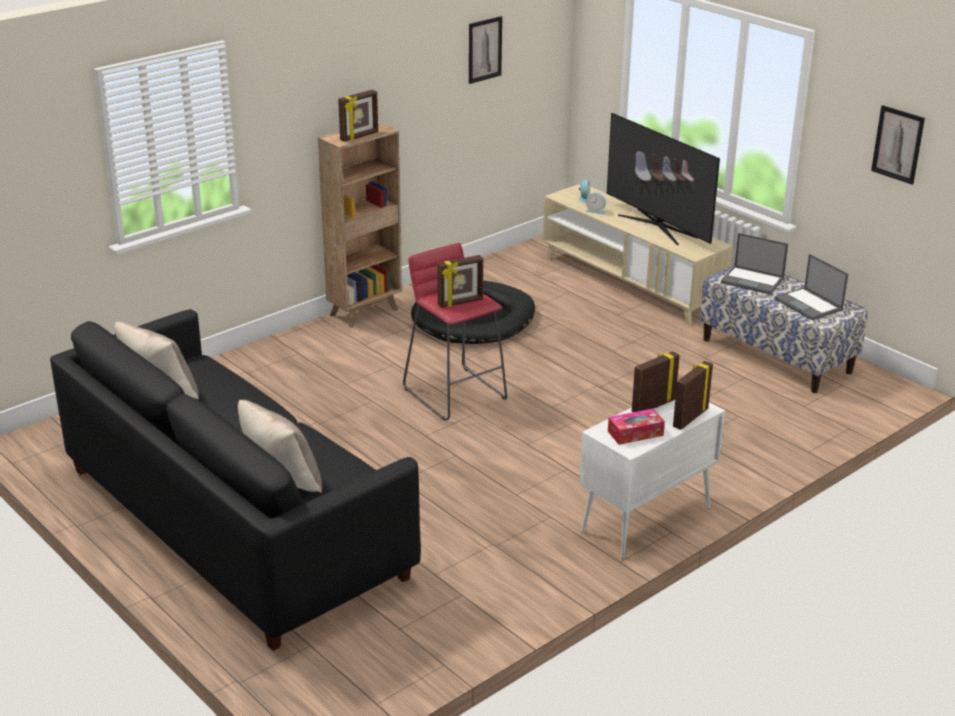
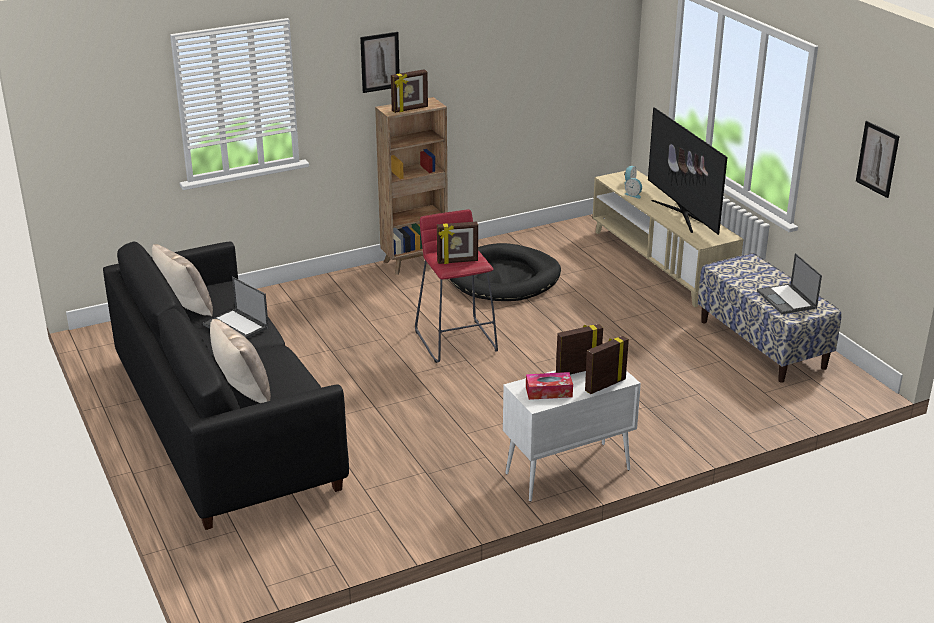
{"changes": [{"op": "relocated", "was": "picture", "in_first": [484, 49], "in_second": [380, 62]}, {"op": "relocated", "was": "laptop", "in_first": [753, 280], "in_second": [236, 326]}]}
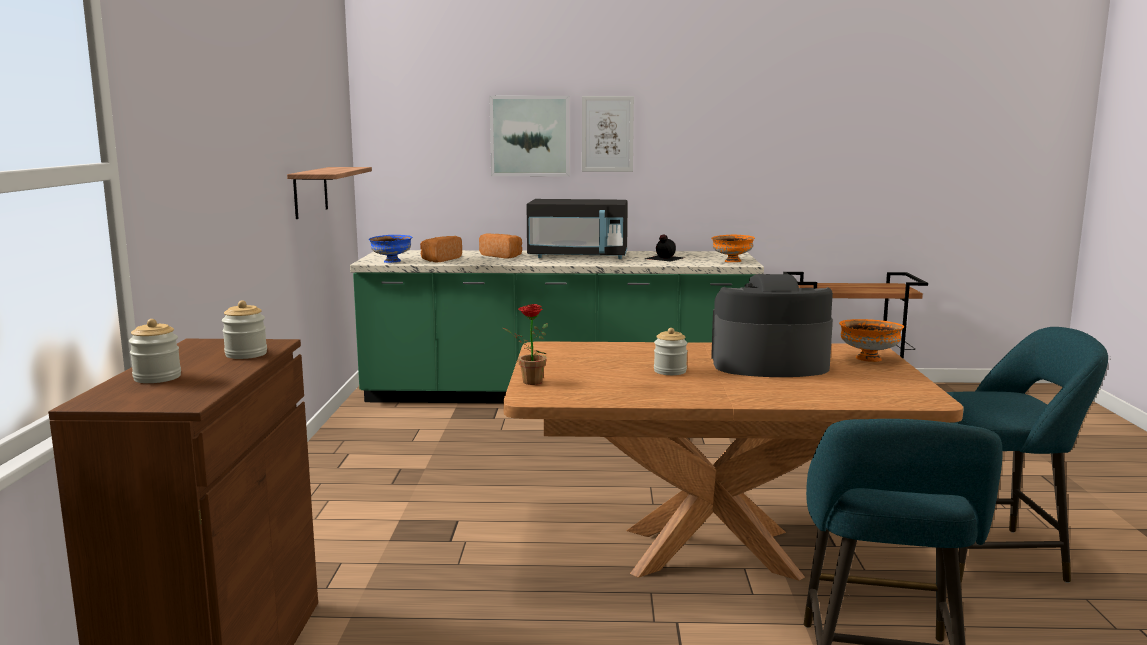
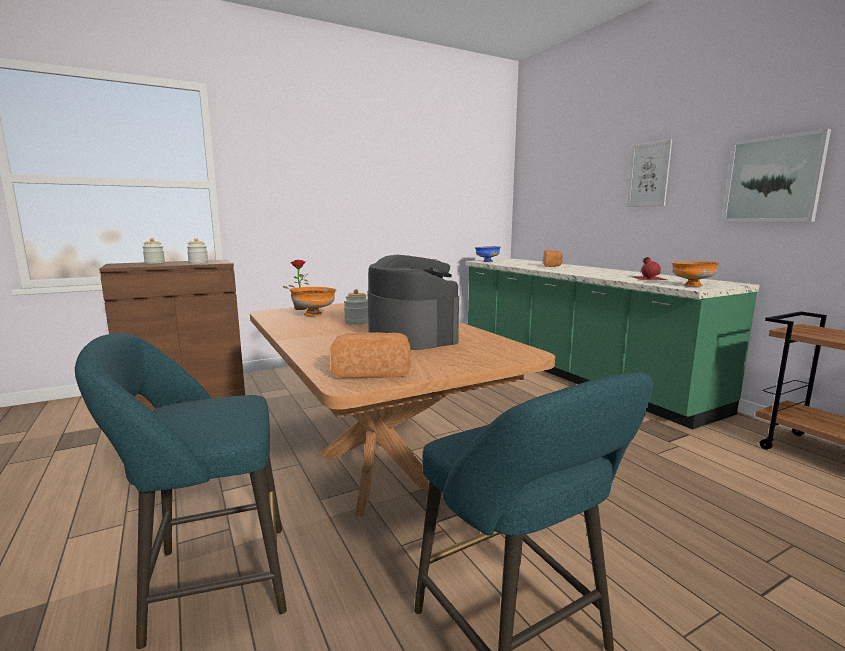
{"changes": [{"op": "missing", "was": "shelf", "in_first": [310, 192]}, {"op": "relocated", "was": "bread", "in_first": [440, 259], "in_second": [372, 371]}, {"op": "relocated", "was": "picture", "in_first": [530, 136], "in_second": [773, 179]}, {"op": "missing", "was": "black_microwave", "in_first": [578, 257]}, {"op": "colour", "was": "black_bottle", "now": "red_bottle", "in_first": [664, 258], "in_second": [647, 278]}, {"op": "relocated", "was": "orange_bowl", "in_first": [868, 359], "in_second": [314, 314]}]}
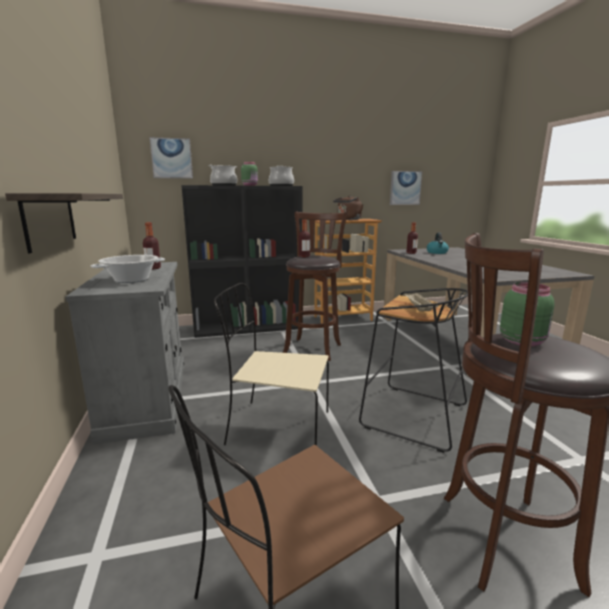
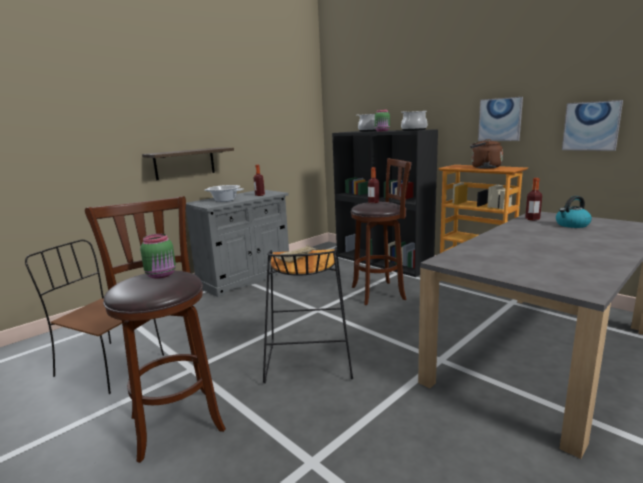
{"changes": [{"op": "relocated", "was": "picture", "in_first": [171, 158], "in_second": [500, 119]}, {"op": "missing", "was": "beige_chair", "in_first": [276, 428]}]}
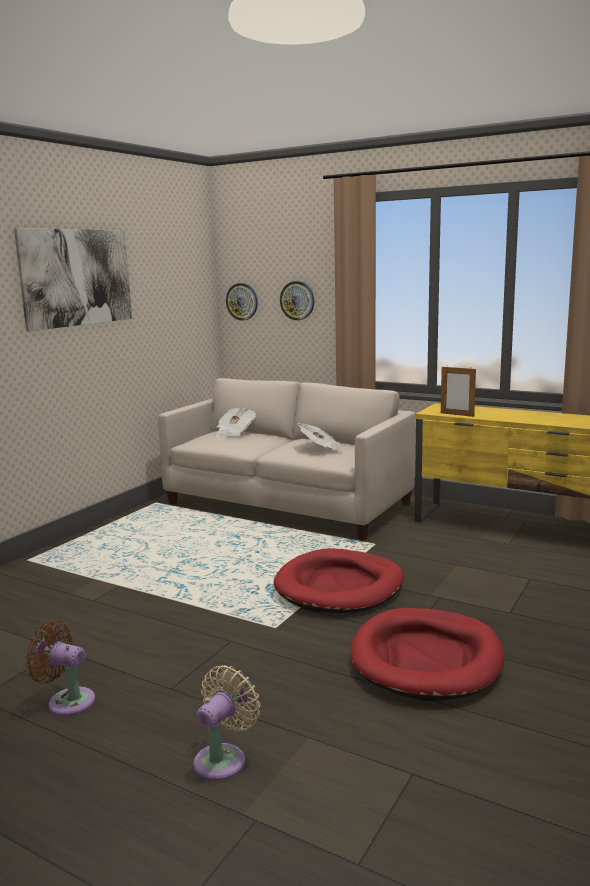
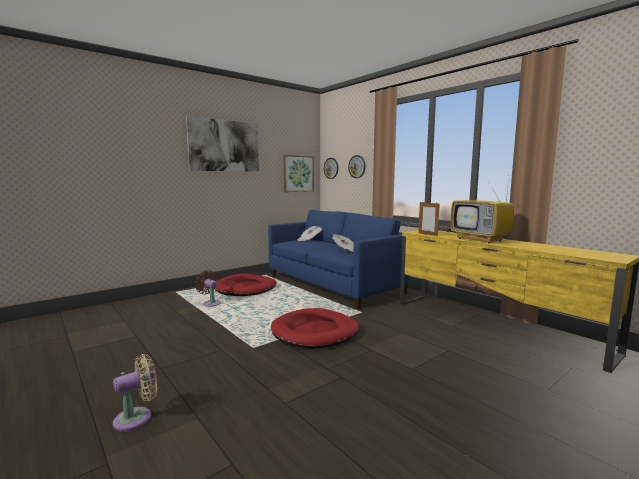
{"changes": [{"op": "relocated", "was": "brown_fan", "in_first": [67, 701], "in_second": [210, 303]}, {"op": "colour", "was": "beige_sofa", "now": "blue_sofa", "in_first": [287, 503], "in_second": [333, 284]}, {"op": "relocated", "was": "red_dog_bed", "in_first": [426, 659], "in_second": [245, 288]}, {"op": "appeared", "now": "picture", "in_second": [298, 173]}, {"op": "appeared", "now": "television", "in_second": [481, 240]}]}
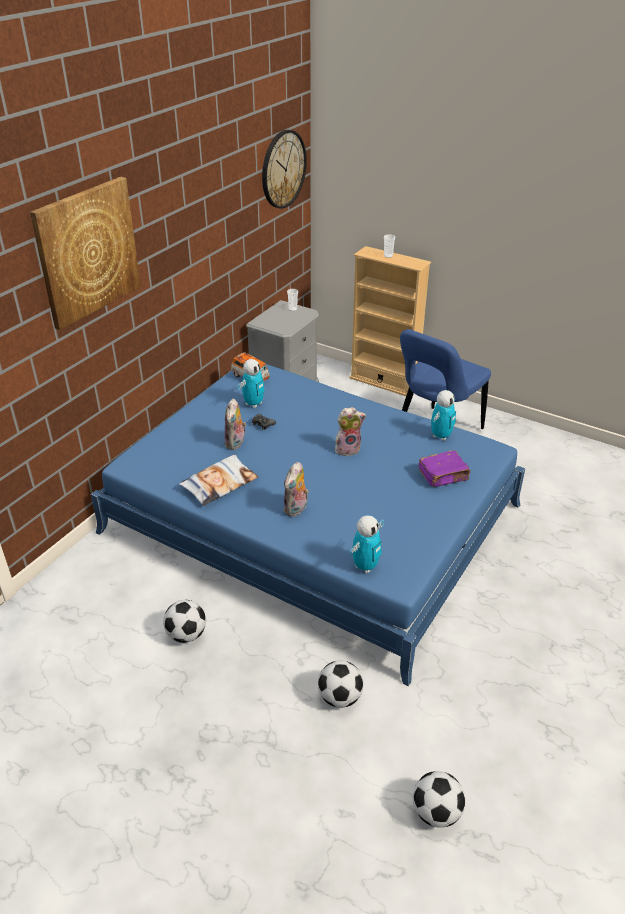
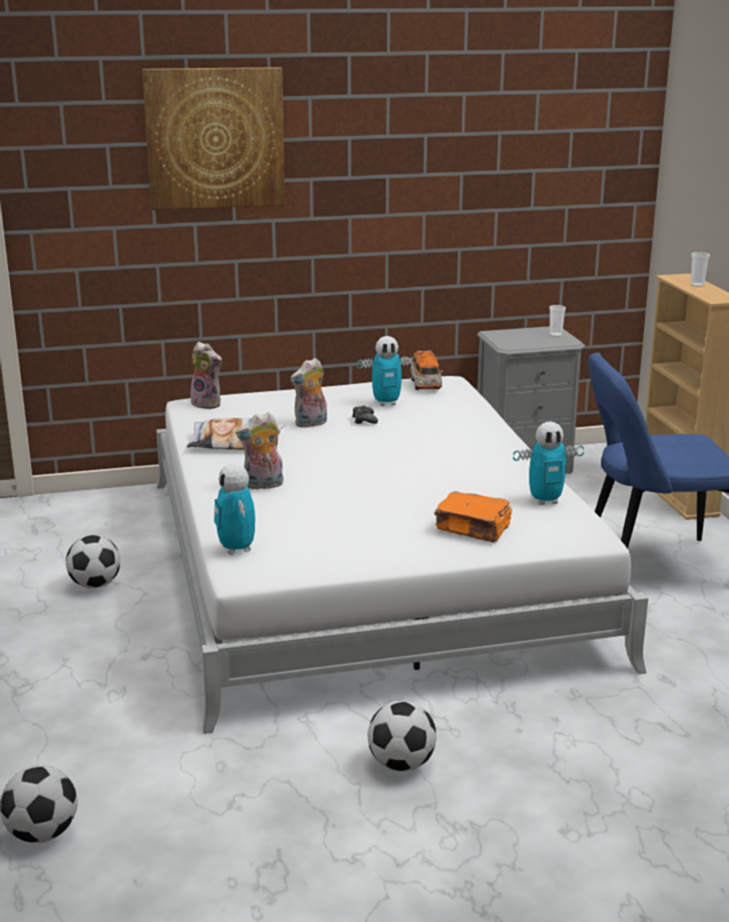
{"changes": [{"op": "colour", "was": "blue_bed", "now": "white_bed", "in_first": [312, 519], "in_second": [364, 566]}, {"op": "missing", "was": "wall_clock", "in_first": [283, 169]}, {"op": "relocated", "was": "football", "in_first": [339, 697], "in_second": [401, 764]}, {"op": "relocated", "was": "plush_toy", "in_first": [348, 449], "in_second": [208, 404]}, {"op": "spun", "was": "toy_robot", "in_first": [365, 566], "in_second": [236, 549], "clockwise": 75}, {"op": "colour", "was": "purple_book", "now": "orange_book", "in_first": [443, 476], "in_second": [473, 529]}]}
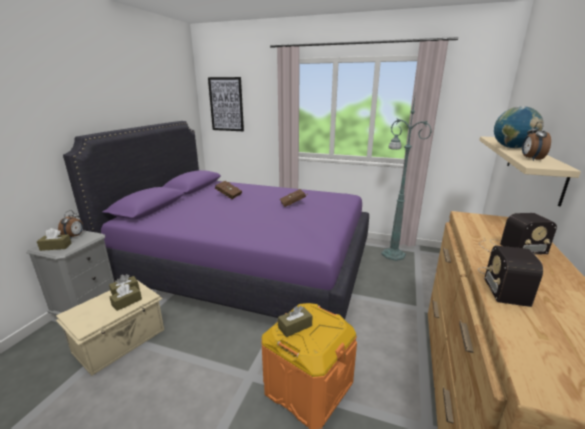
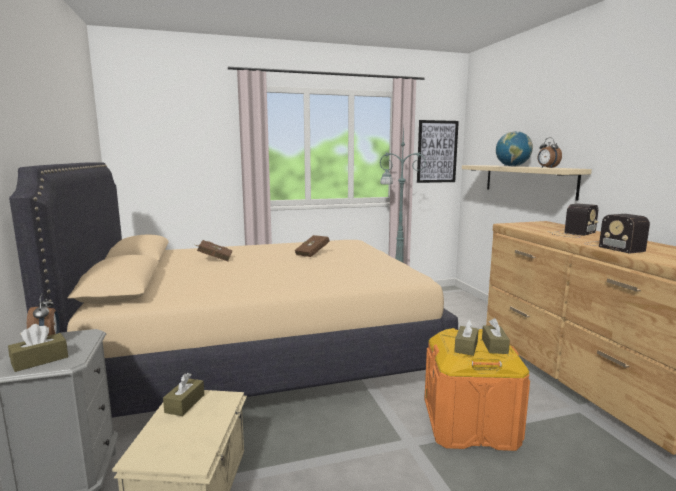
{"changes": [{"op": "colour", "was": "purple_bed", "now": "beige_bed", "in_first": [247, 267], "in_second": [261, 354]}, {"op": "relocated", "was": "brown_tissue_box", "in_first": [127, 302], "in_second": [494, 346]}, {"op": "relocated", "was": "picture", "in_first": [226, 104], "in_second": [437, 151]}]}
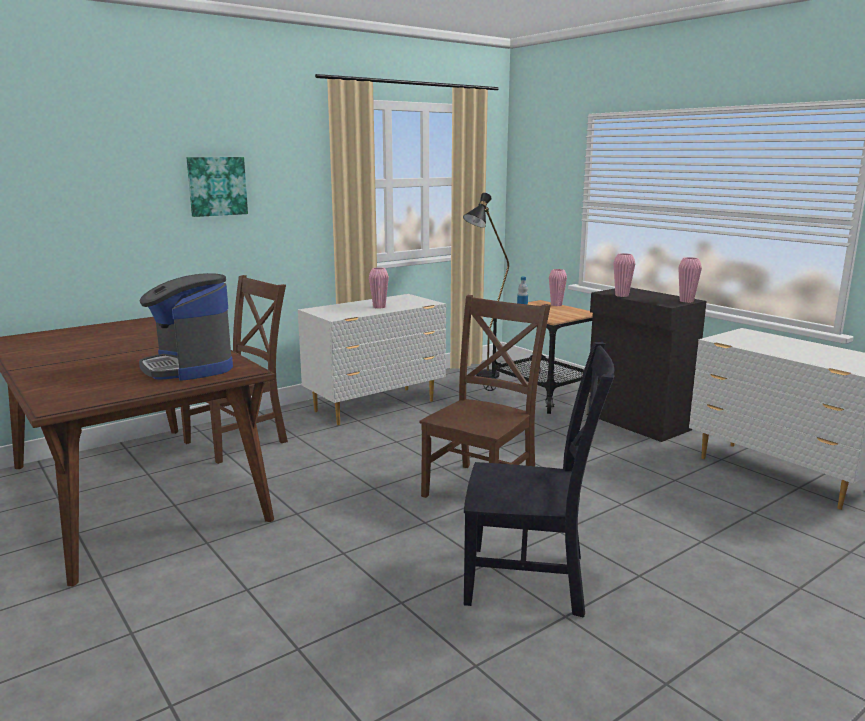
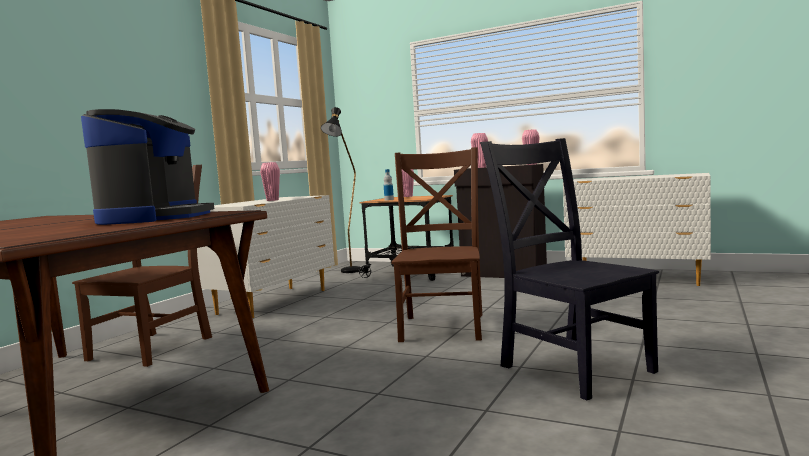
{"changes": [{"op": "spun", "was": "coffee_machine", "in_first": [189, 367], "in_second": [155, 218], "clockwise": -120}, {"op": "missing", "was": "picture", "in_first": [217, 186]}, {"op": "spun", "was": "black_chair", "in_first": [531, 580], "in_second": [572, 366], "clockwise": -105}]}
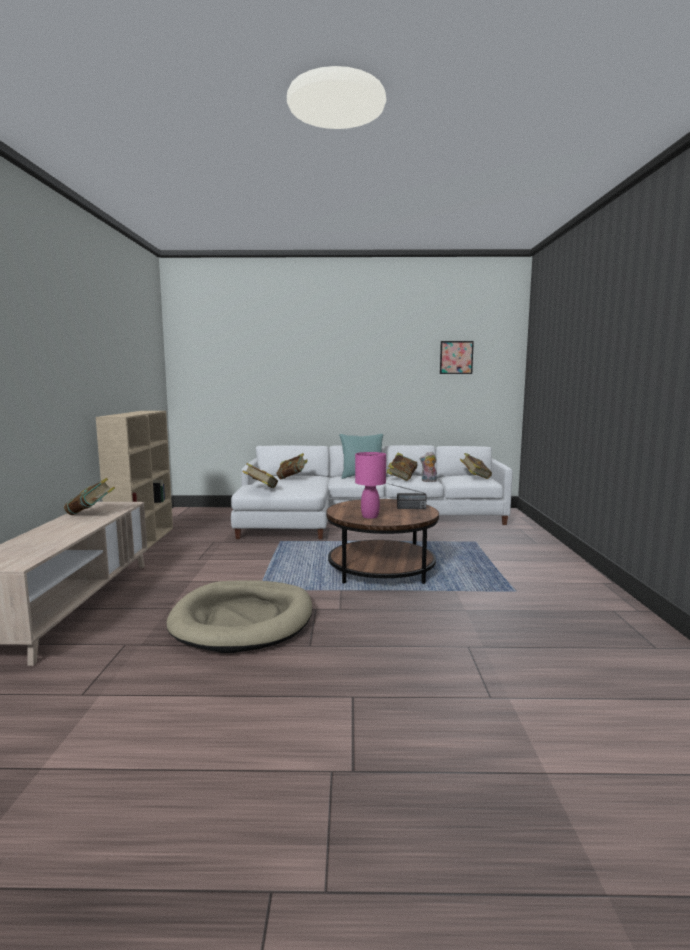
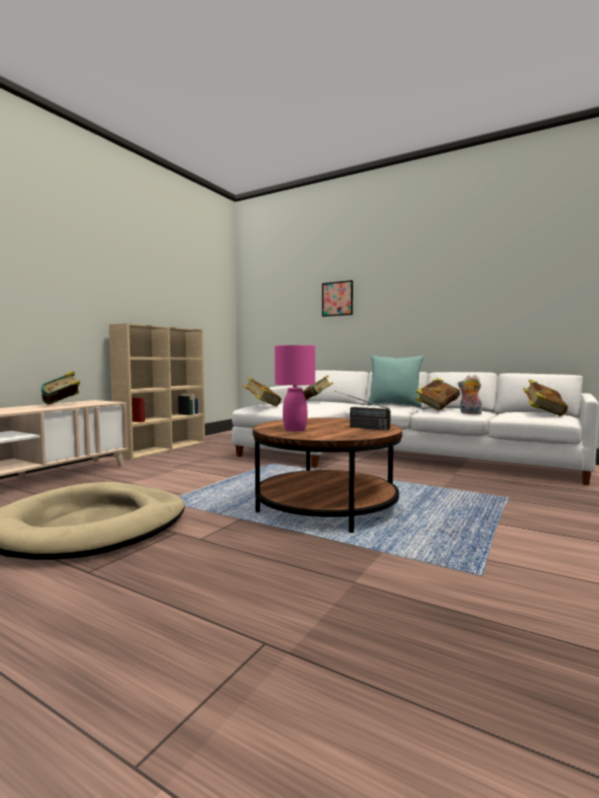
{"changes": [{"op": "relocated", "was": "picture", "in_first": [456, 357], "in_second": [337, 298]}]}
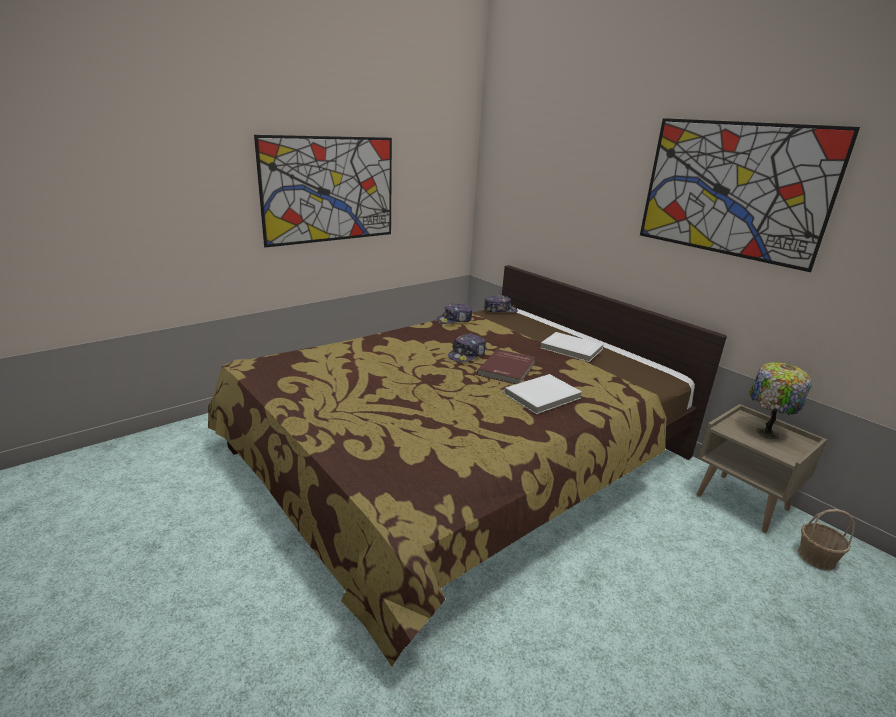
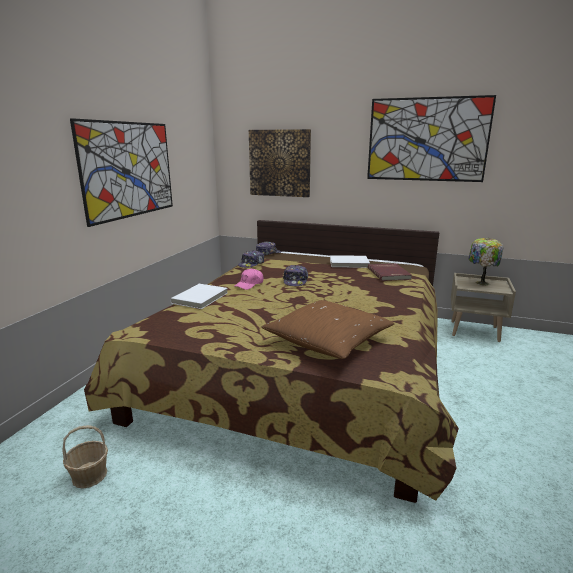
{"changes": [{"op": "relocated", "was": "red_book", "in_first": [508, 369], "in_second": [389, 274]}, {"op": "relocated", "was": "white_book", "in_first": [543, 396], "in_second": [201, 298]}, {"op": "relocated", "was": "basket", "in_first": [816, 557], "in_second": [89, 475]}, {"op": "appeared", "now": "pink_cap", "in_second": [249, 284]}, {"op": "appeared", "now": "picture", "in_second": [280, 163]}, {"op": "appeared", "now": "brown_pillow", "in_second": [328, 340]}]}
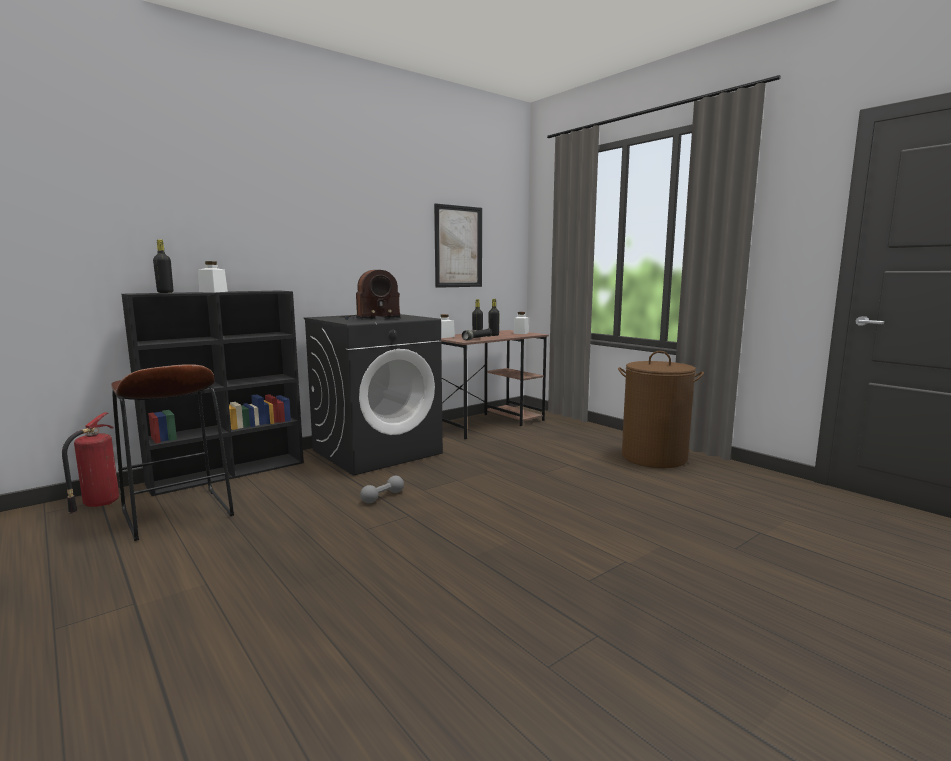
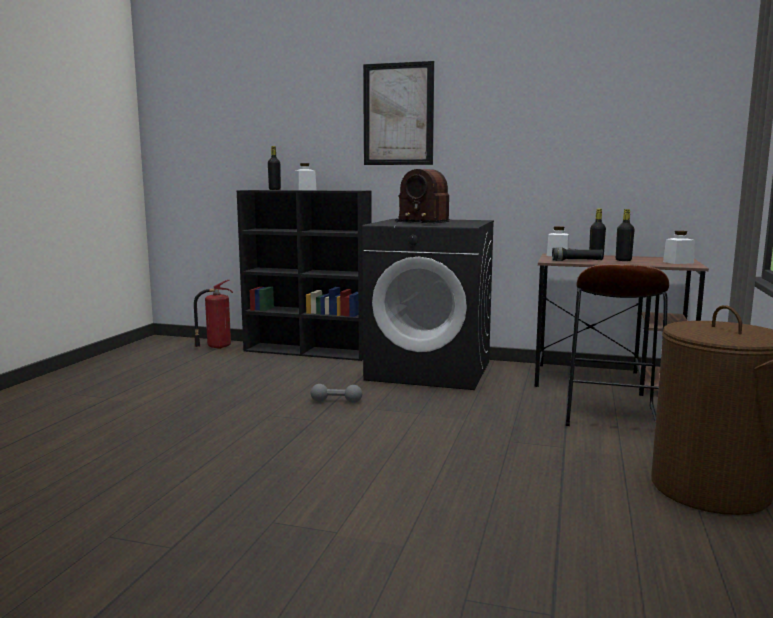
{"changes": [{"op": "relocated", "was": "brown_stool", "in_first": [177, 513], "in_second": [610, 415]}, {"op": "relocated", "was": "picture", "in_first": [458, 247], "in_second": [398, 114]}]}
